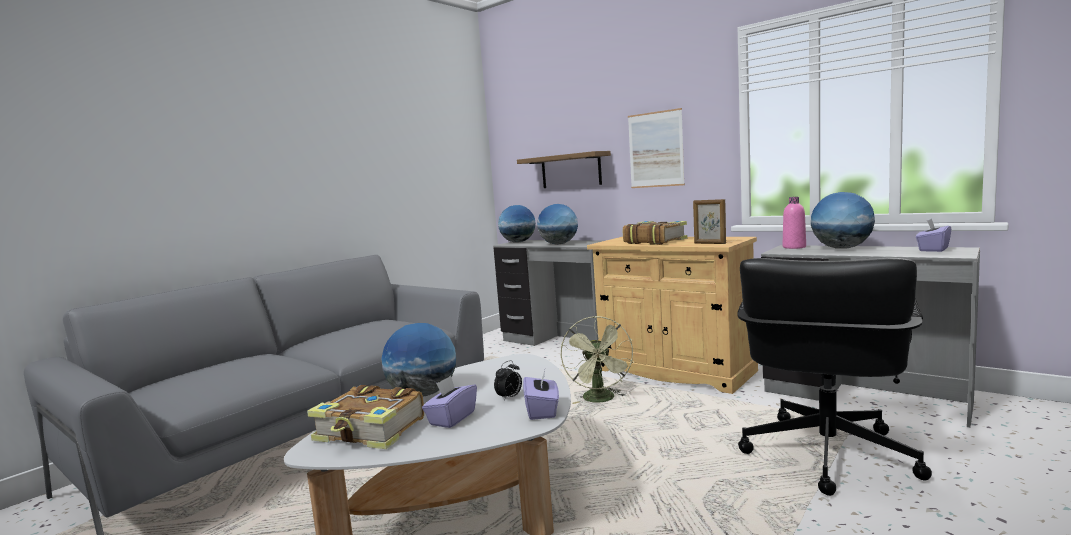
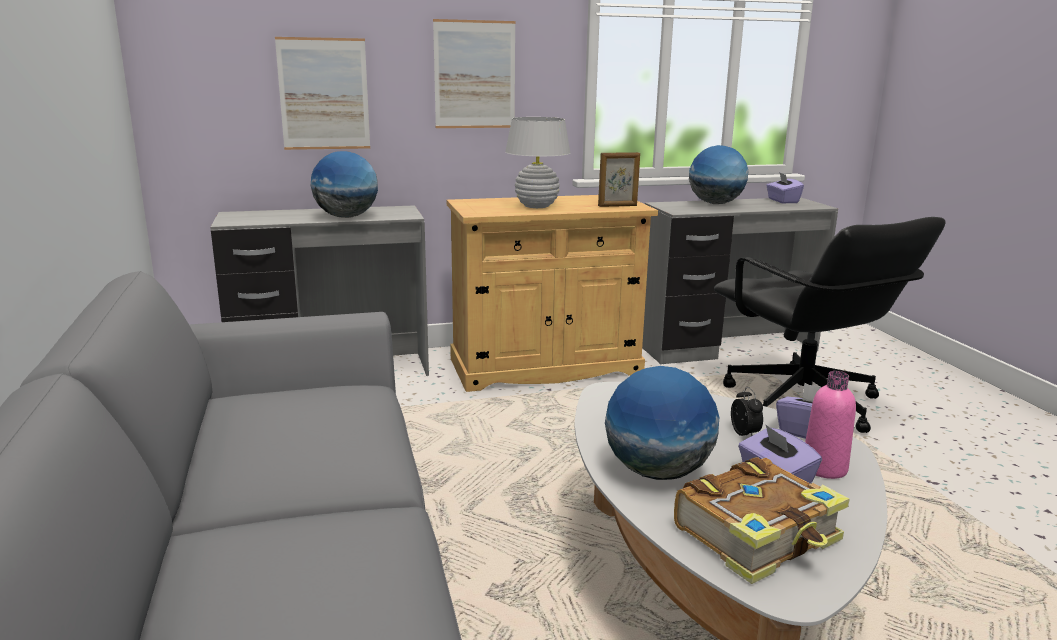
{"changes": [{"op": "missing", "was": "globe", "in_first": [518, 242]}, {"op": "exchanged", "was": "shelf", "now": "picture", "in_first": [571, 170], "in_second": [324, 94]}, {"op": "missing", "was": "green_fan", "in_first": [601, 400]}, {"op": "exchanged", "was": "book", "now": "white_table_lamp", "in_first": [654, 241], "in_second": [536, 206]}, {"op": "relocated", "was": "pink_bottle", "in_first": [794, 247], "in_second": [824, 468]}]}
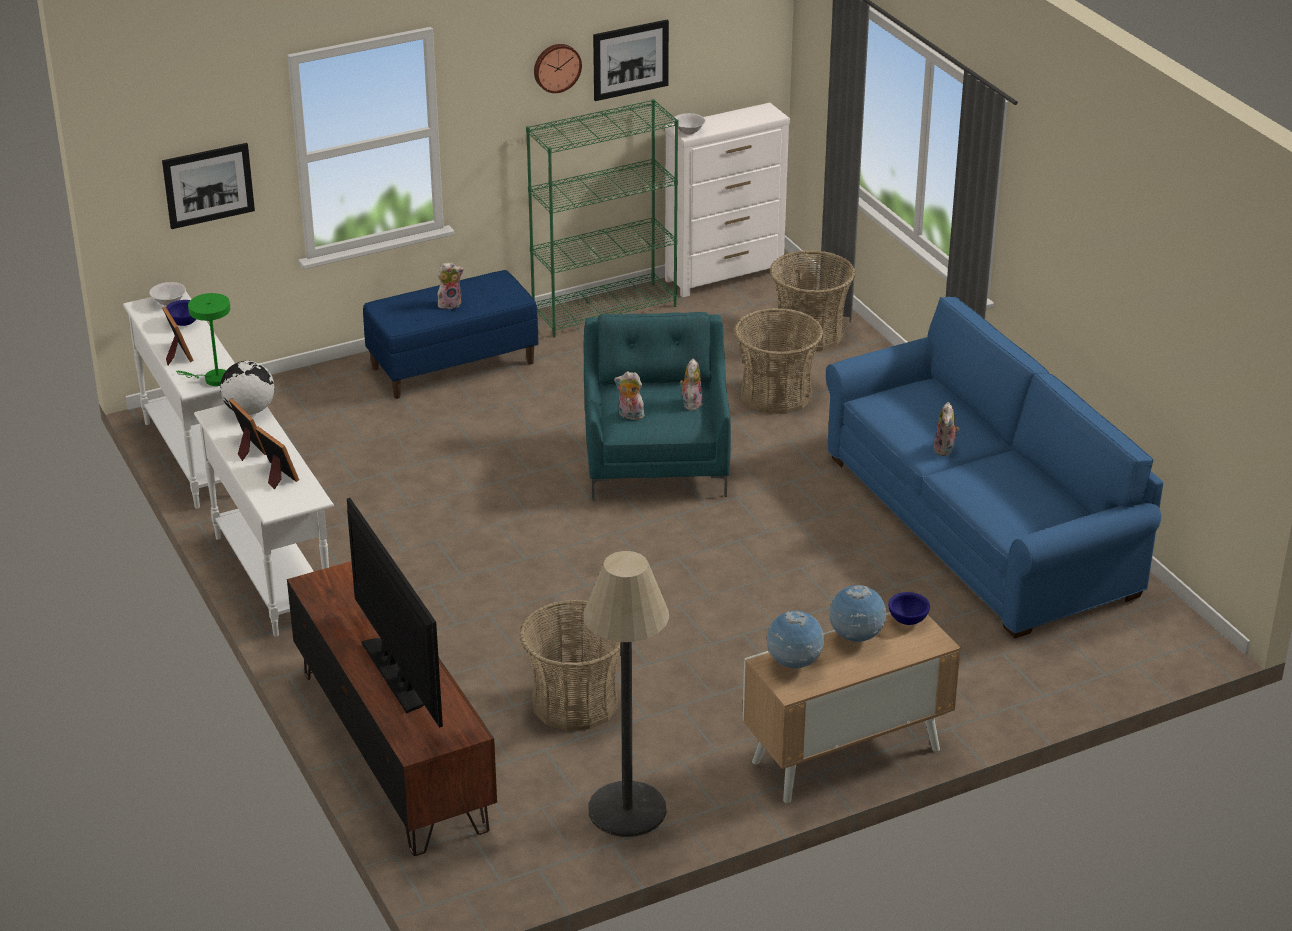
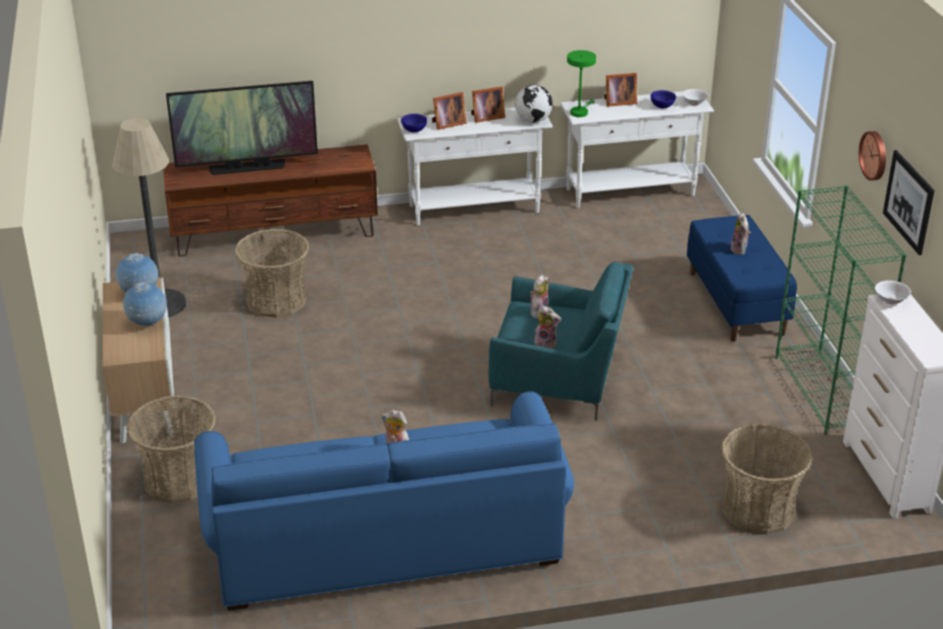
{"changes": [{"op": "missing", "was": "picture", "in_first": [208, 185]}, {"op": "relocated", "was": "basket", "in_first": [776, 394], "in_second": [179, 479]}, {"op": "relocated", "was": "blue_bowl", "in_first": [907, 620], "in_second": [414, 130]}]}
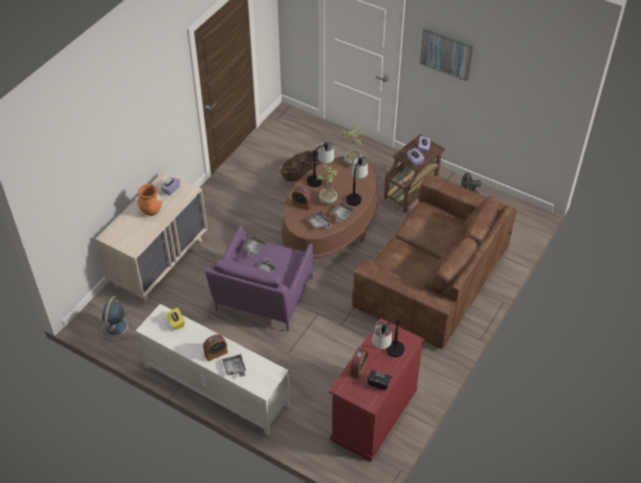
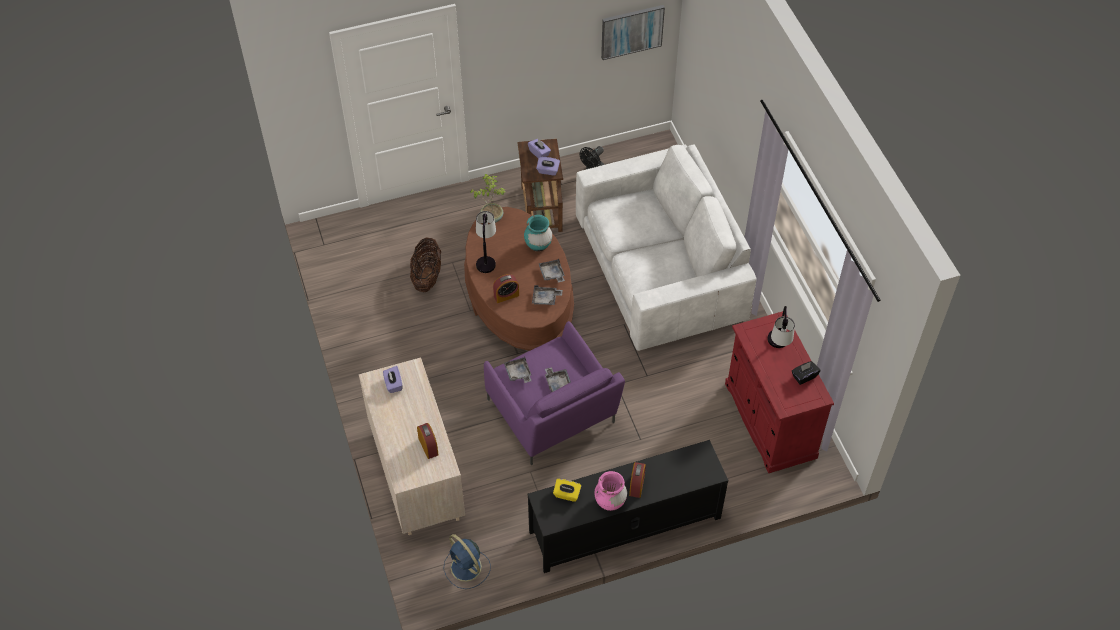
{"changes": [{"op": "colour", "was": "white_tv_stand", "now": "black_tv_stand", "in_first": [215, 385], "in_second": [624, 525]}, {"op": "missing", "was": "orange_vase", "in_first": [151, 211]}, {"op": "missing", "was": "grey_tray", "in_first": [234, 368]}, {"op": "missing", "was": "potted_plant", "in_first": [328, 200]}, {"op": "exchanged", "was": "table_lamp", "now": "turquoise_vase", "in_first": [356, 195], "in_second": [538, 245]}, {"op": "relocated", "was": "alarm_clock", "in_first": [358, 368], "in_second": [428, 446]}, {"op": "colour", "was": "brown_sofa", "now": "white_sofa", "in_first": [432, 278], "in_second": [660, 268]}, {"op": "relocated", "was": "picture", "in_first": [446, 53], "in_second": [631, 31]}, {"op": "appeared", "now": "pink_vase", "in_second": [610, 502]}]}
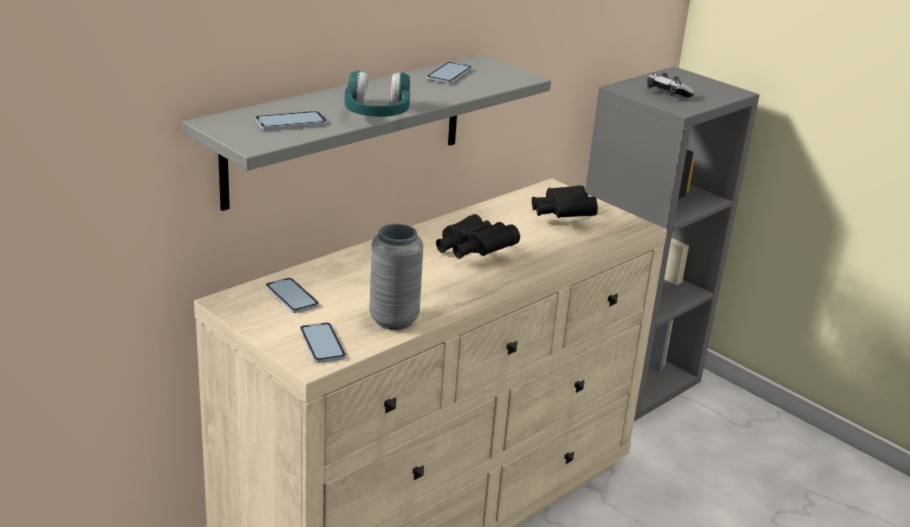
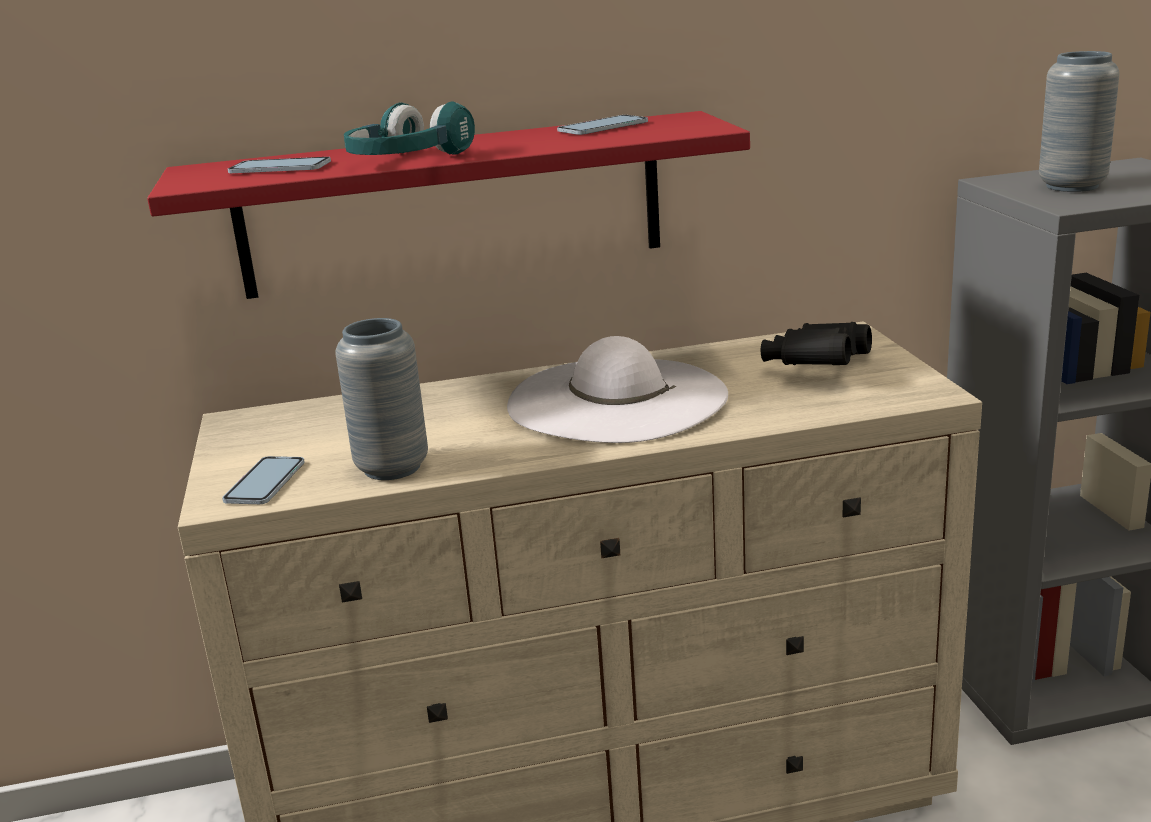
{"changes": [{"op": "colour", "was": "grey_shelf", "now": "red_shelf", "in_first": [347, 129], "in_second": [451, 205]}, {"op": "missing", "was": "phone", "in_first": [292, 296]}, {"op": "exchanged", "was": "black_binoculars", "now": "white_hat", "in_first": [472, 252], "in_second": [617, 399]}, {"op": "exchanged", "was": "game_controller", "now": "grey_vase", "in_first": [667, 93], "in_second": [1072, 186]}]}
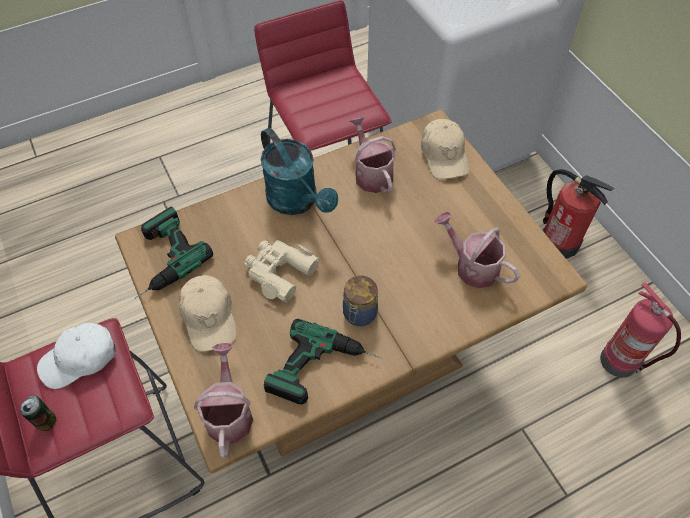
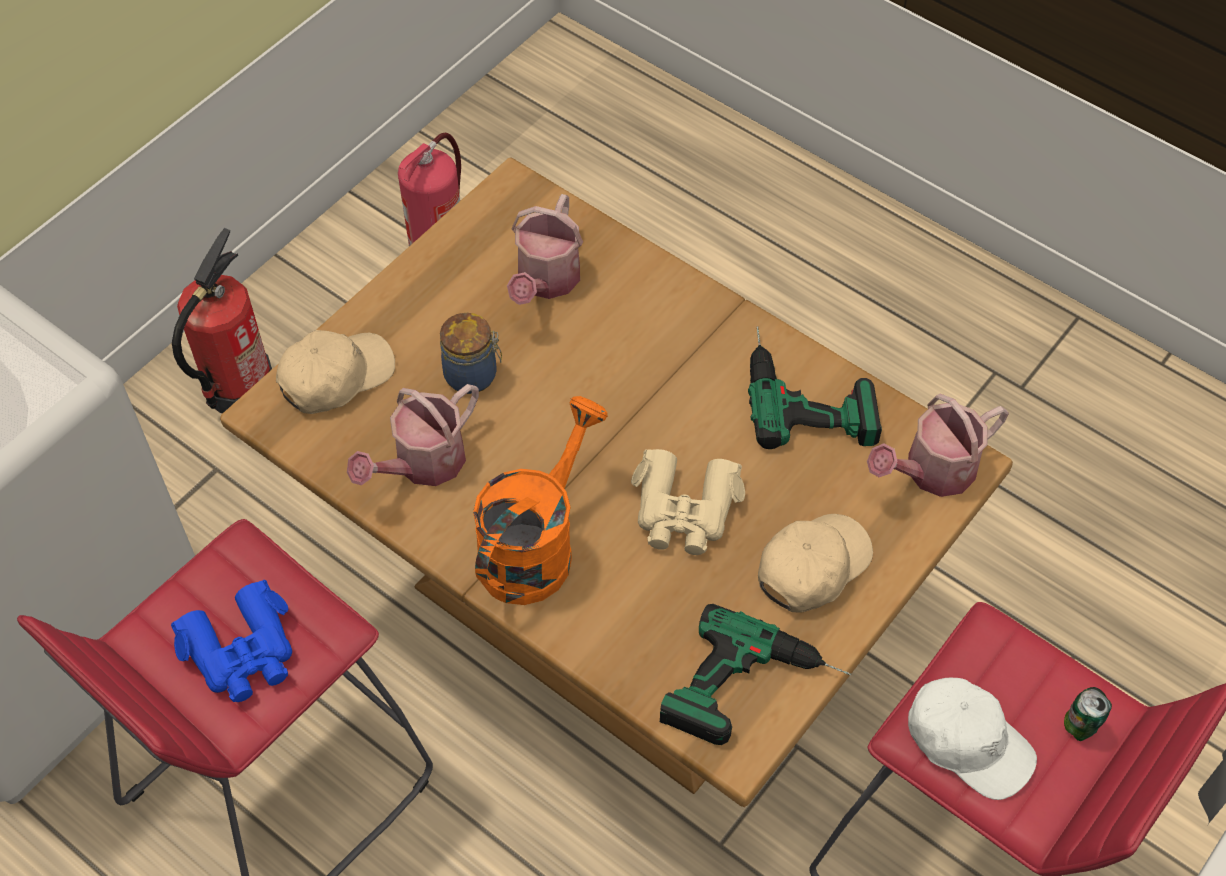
{"changes": [{"op": "colour", "was": "turquoise_watering_can", "now": "orange_watering_can", "in_first": [297, 201], "in_second": [535, 545]}, {"op": "relocated", "was": "jar", "in_first": [359, 314], "in_second": [473, 375]}, {"op": "appeared", "now": "blue_binoculars", "in_second": [243, 652]}]}
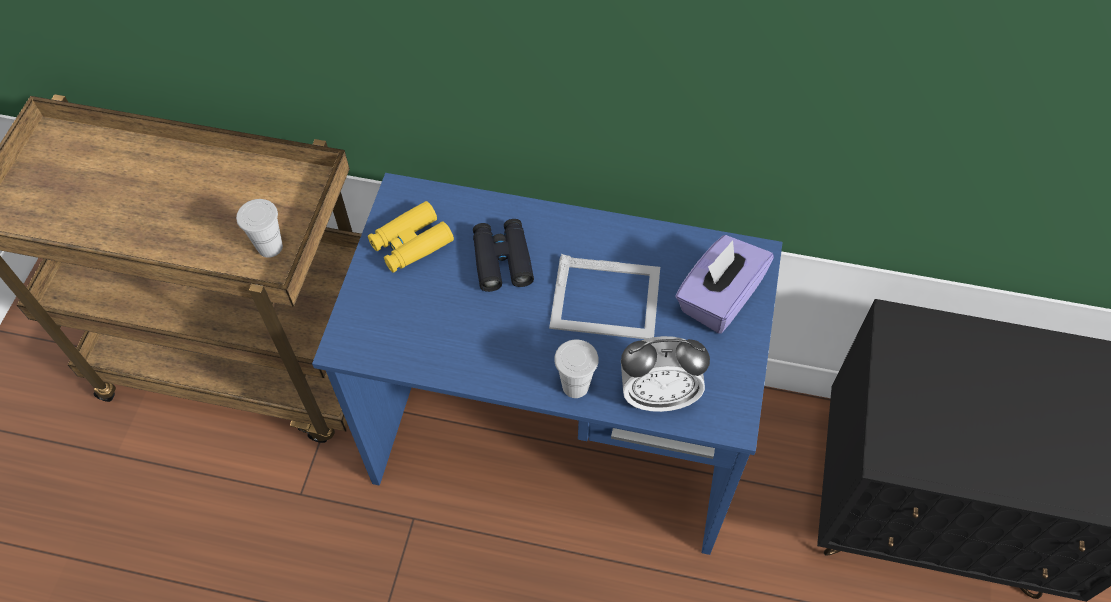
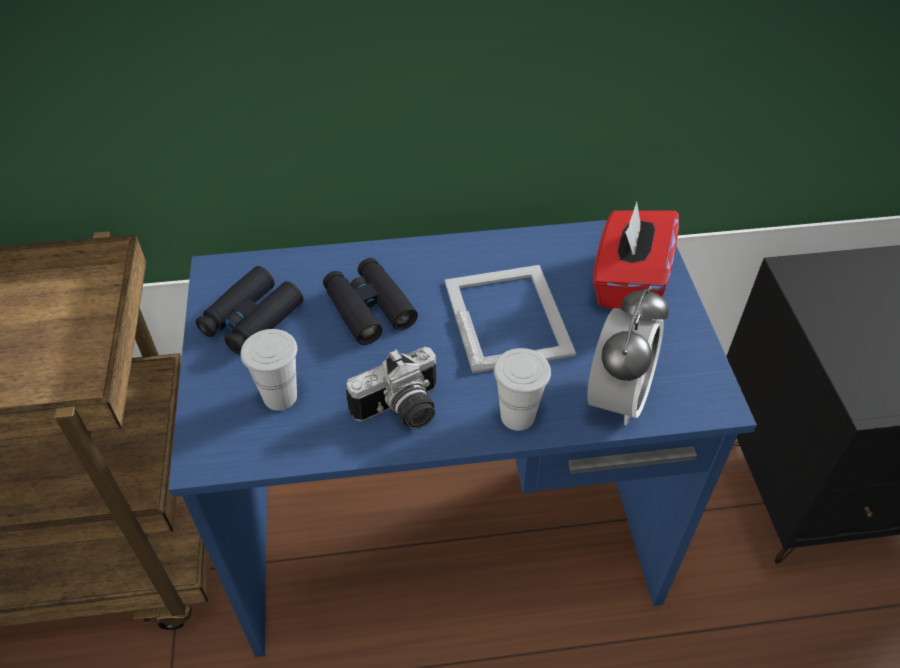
{"changes": [{"op": "relocated", "was": "white_cup", "in_first": [270, 247], "in_second": [280, 397]}, {"op": "colour", "was": "yellow_binoculars", "now": "black_binoculars", "in_first": [411, 243], "in_second": [251, 319]}, {"op": "spun", "was": "picture_frame", "in_first": [607, 299], "in_second": [508, 315], "clockwise": -90}, {"op": "spun", "was": "alarm_clock", "in_first": [658, 395], "in_second": [617, 397], "clockwise": -45}, {"op": "colour", "was": "purple_tissue_box", "now": "red_tissue_box", "in_first": [718, 298], "in_second": [628, 282]}, {"op": "appeared", "now": "photo_camera", "in_second": [402, 411]}]}
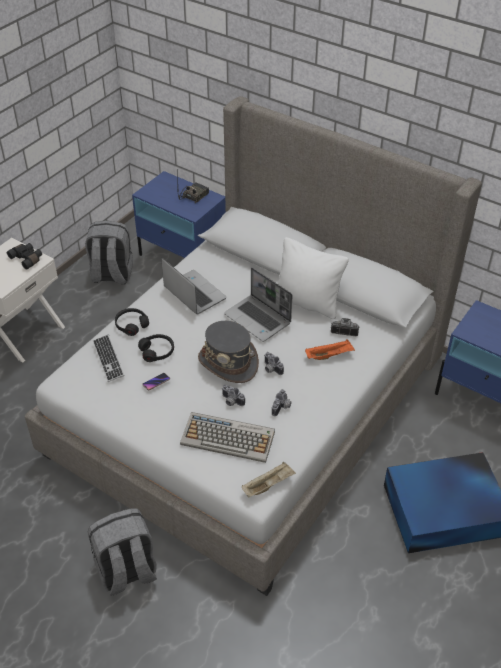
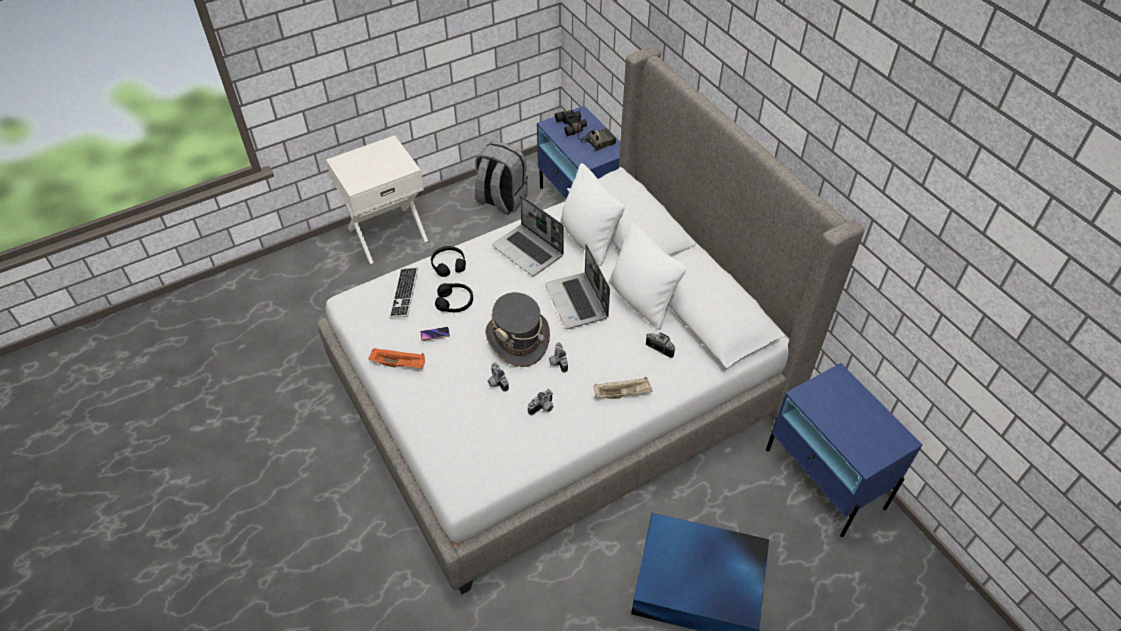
{"changes": [{"op": "relocated", "was": "black_binoculars", "in_first": [27, 259], "in_second": [572, 126]}, {"op": "missing", "was": "grey_backpack", "in_first": [126, 572]}, {"op": "spun", "was": "laptop", "in_first": [193, 293], "in_second": [529, 251], "clockwise": 150}, {"op": "missing", "was": "keyboard", "in_first": [229, 438]}, {"op": "relocated", "was": "beige_tray", "in_first": [268, 485], "in_second": [623, 393]}, {"op": "relocated", "was": "orange_tray", "in_first": [329, 355], "in_second": [399, 364]}, {"op": "appeared", "now": "white_pillow", "in_second": [588, 239]}]}
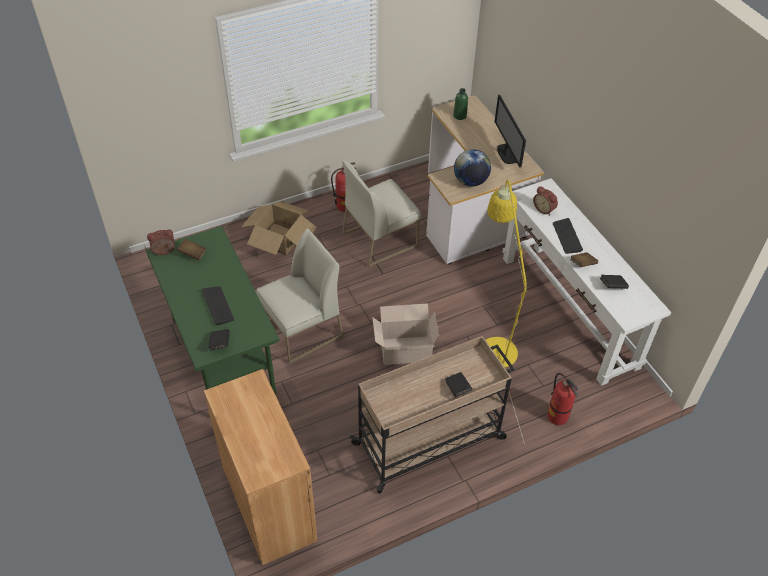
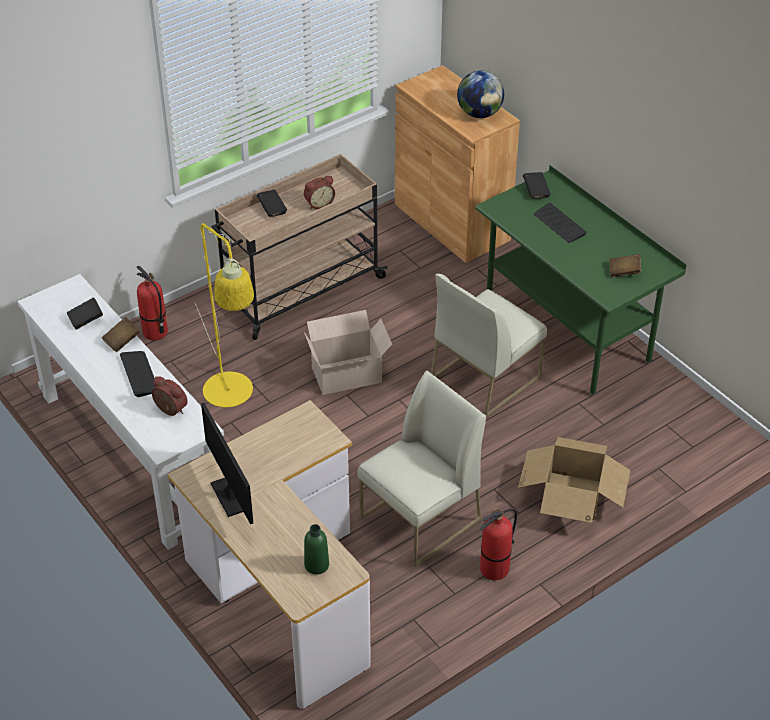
{"changes": [{"op": "relocated", "was": "alarm_clock", "in_first": [164, 252], "in_second": [319, 203]}, {"op": "relocated", "was": "globe", "in_first": [470, 181], "in_second": [479, 114]}]}
